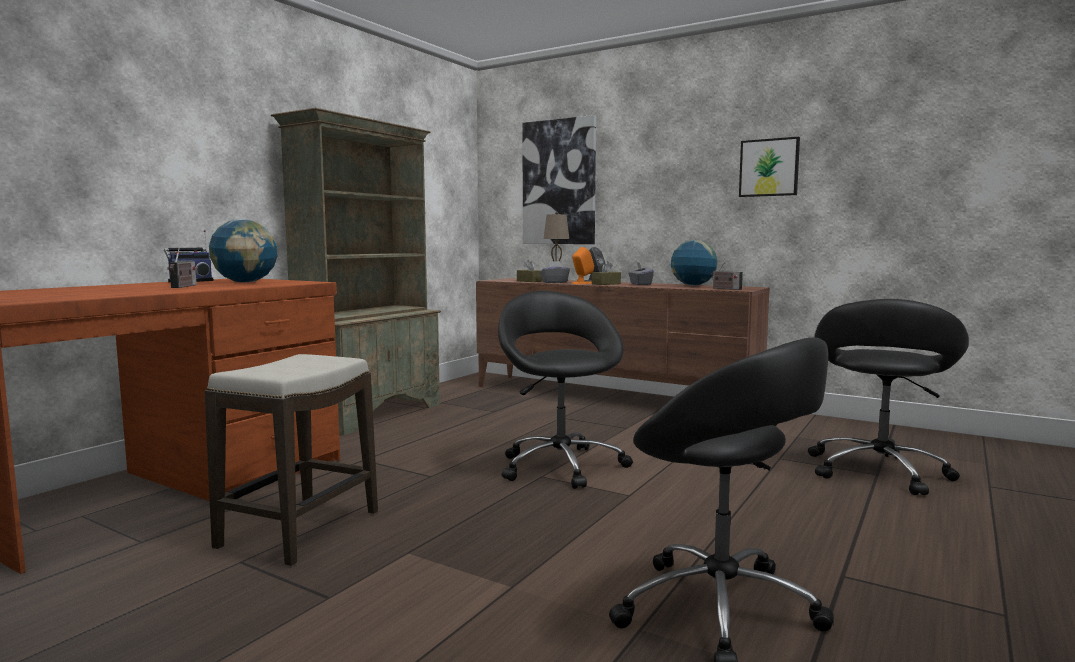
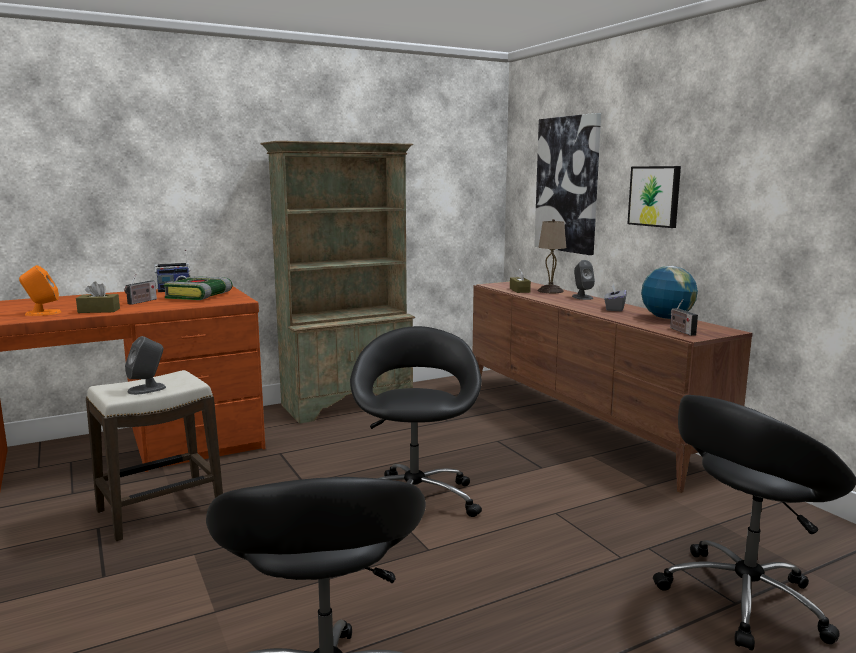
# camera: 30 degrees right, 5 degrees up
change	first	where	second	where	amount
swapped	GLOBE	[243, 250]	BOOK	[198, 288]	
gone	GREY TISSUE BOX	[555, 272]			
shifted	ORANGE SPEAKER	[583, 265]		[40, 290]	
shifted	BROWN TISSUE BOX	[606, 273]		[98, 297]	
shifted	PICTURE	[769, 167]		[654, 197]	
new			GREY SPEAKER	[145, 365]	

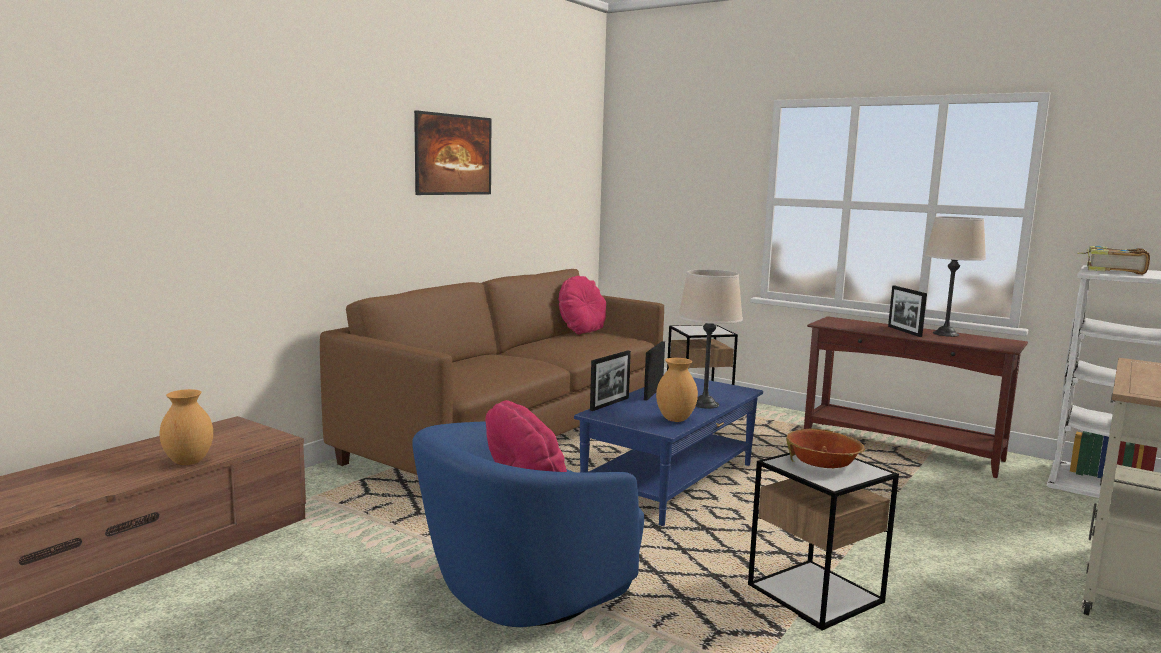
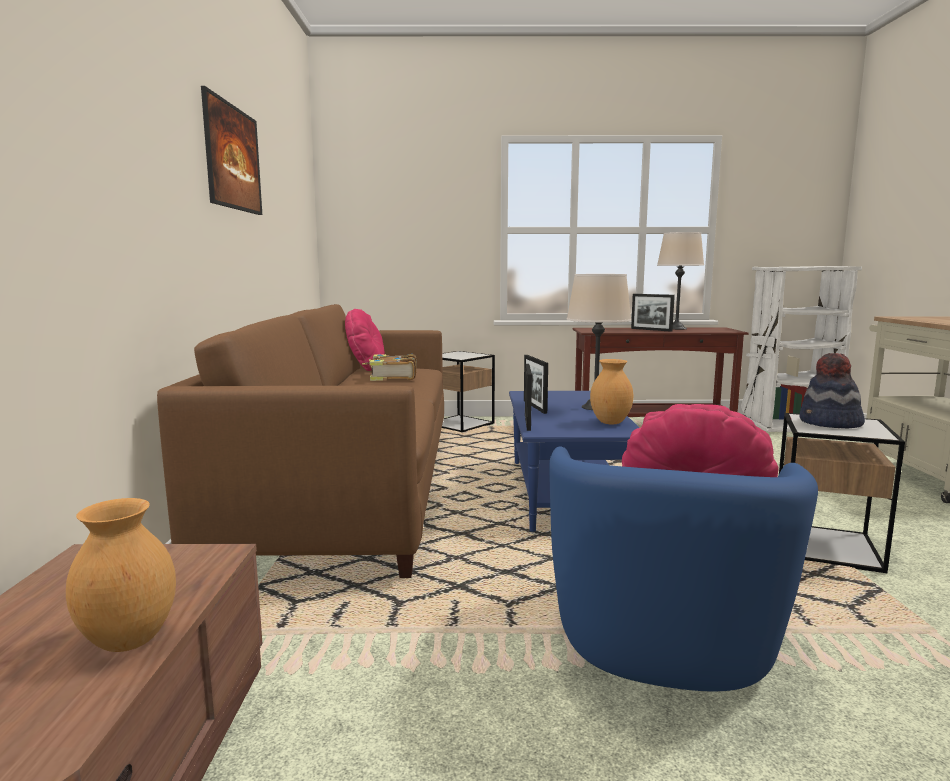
# camera: 35 degrees left, 0 degrees up
change	first	where	second	where	amount
swapped	BOWL	[825, 448]	HAT	[832, 390]	
shifted	BOOK	[1113, 260]		[389, 367]	

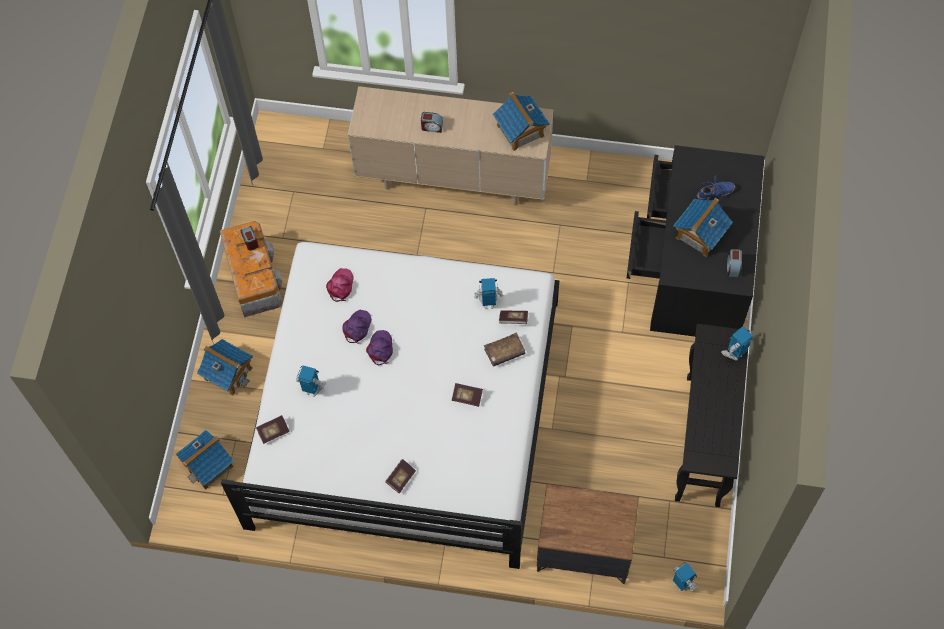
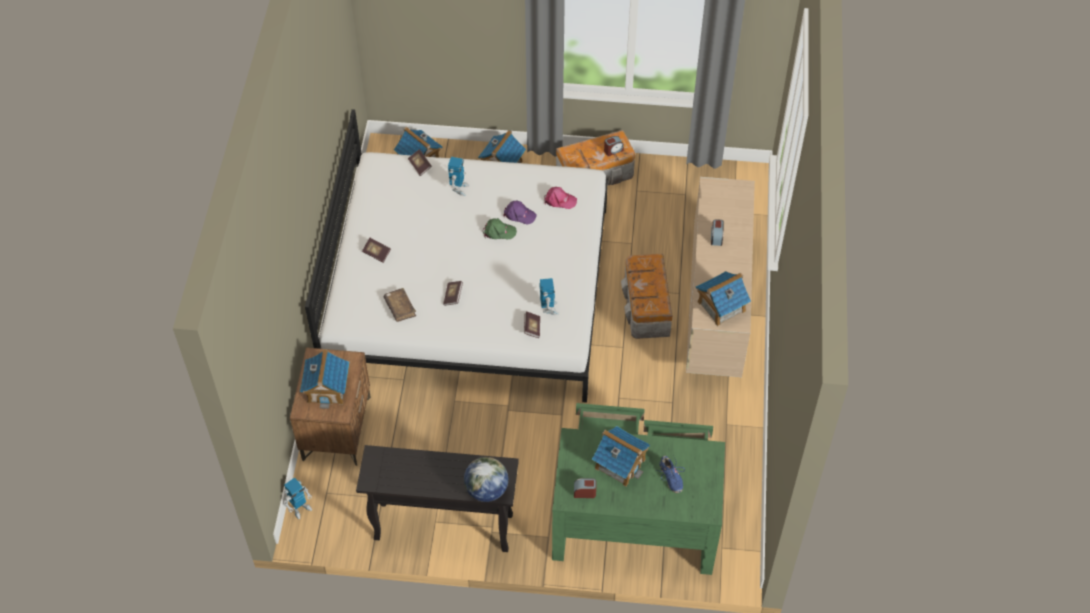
# camera: 85 degrees right, 10 degrees down
change	first	where	second	where	amount
repainted	PURPLE CAP	[379, 347]	GREEN CAP	[500, 228]	
shifted	BROWN BOOK	[504, 350]		[400, 305]	
repainted	BLACK DESK	[695, 241]	GREEN DESK	[638, 489]	
swapped	TOY ROBOT	[737, 343]	GLOBE	[486, 479]	
new			TOY HOUSE	[324, 379]	
new			STORAGE BOX	[646, 296]	

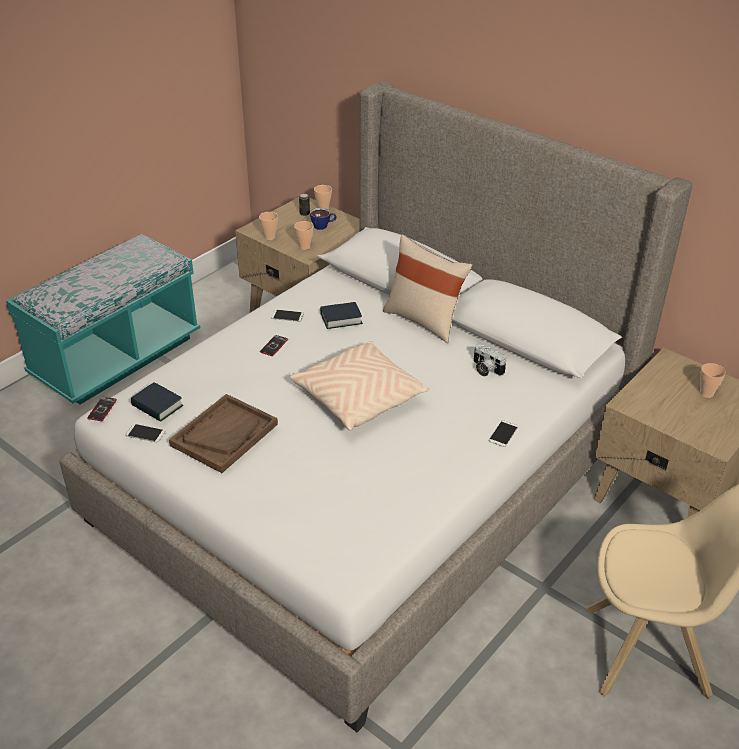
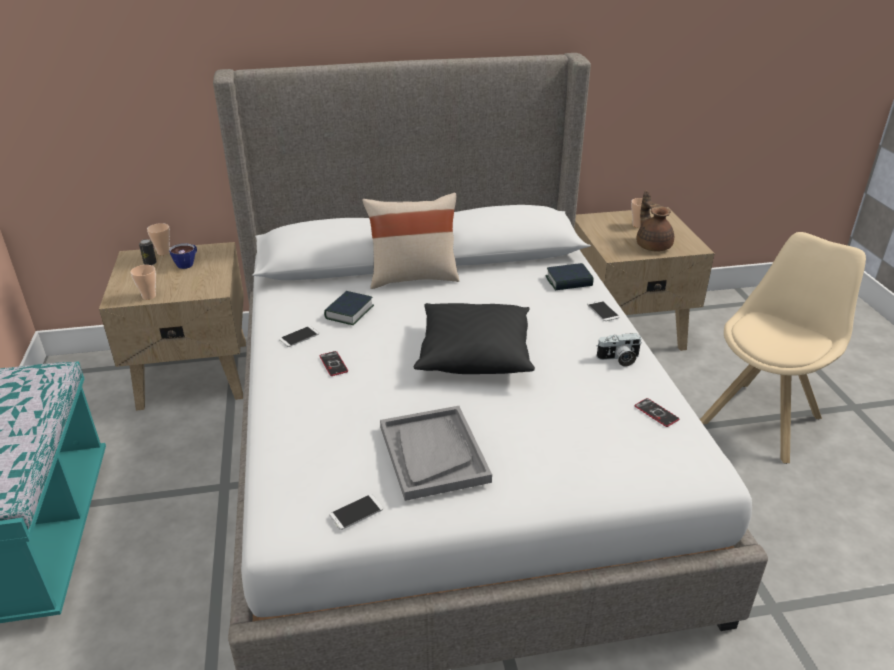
# camera: 50 degrees left, 5 degrees down
change	first	where	second	where	amount
shifted	PHONE	[102, 409]		[657, 412]	
shifted	BOOK	[157, 402]		[569, 276]	
repainted	BROWN TRAY	[223, 433]	GREY TRAY	[436, 453]	
repainted	BEIGE PILLOW	[360, 385]	BLACK PILLOW	[474, 338]	
gone	CUP	[304, 235]			
shifted	PHOTO CAMERA	[490, 360]		[619, 350]	
new			BROWN TEAPOT	[655, 220]	

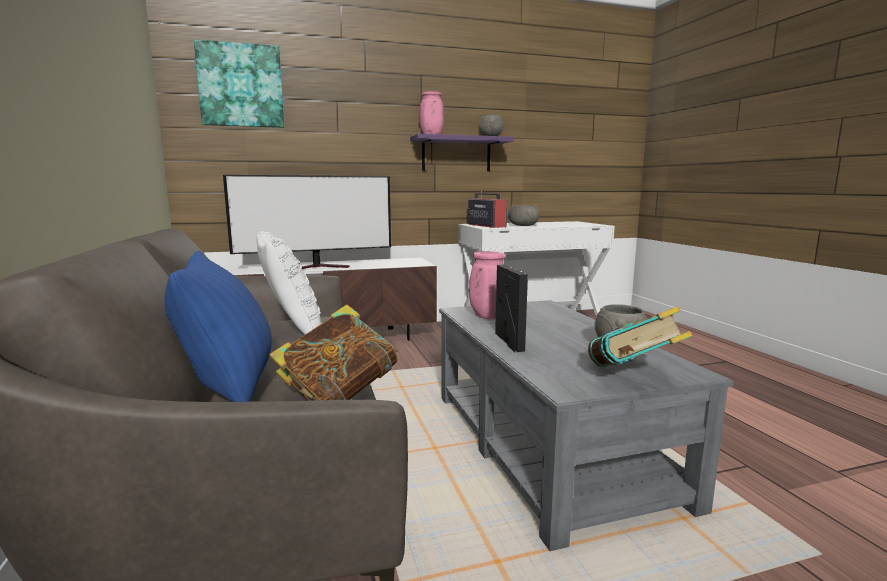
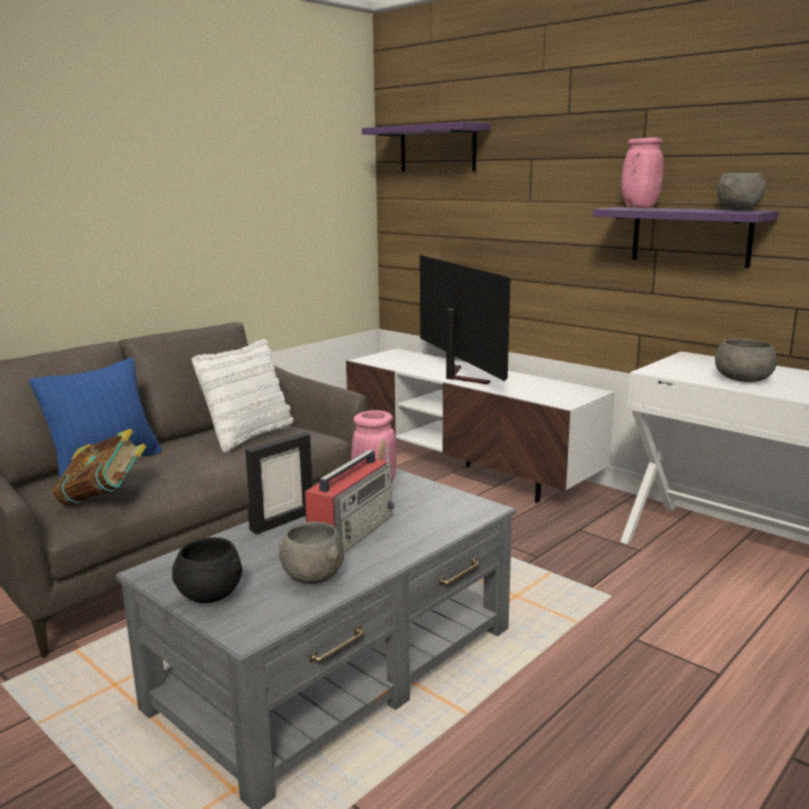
# camera: 60 degrees right, 5 degrees up
change	first	where	second	where	amount
swapped	PICTURE	[239, 83]	PURPLE SHELF	[426, 147]	
rotated	TELEVISION	[307, 222]		[465, 319]	150 degrees counterclockwise
shifted	RADIO	[488, 209]		[350, 500]	
swapped	BOOK	[640, 336]	BLACK BOWL	[207, 570]	

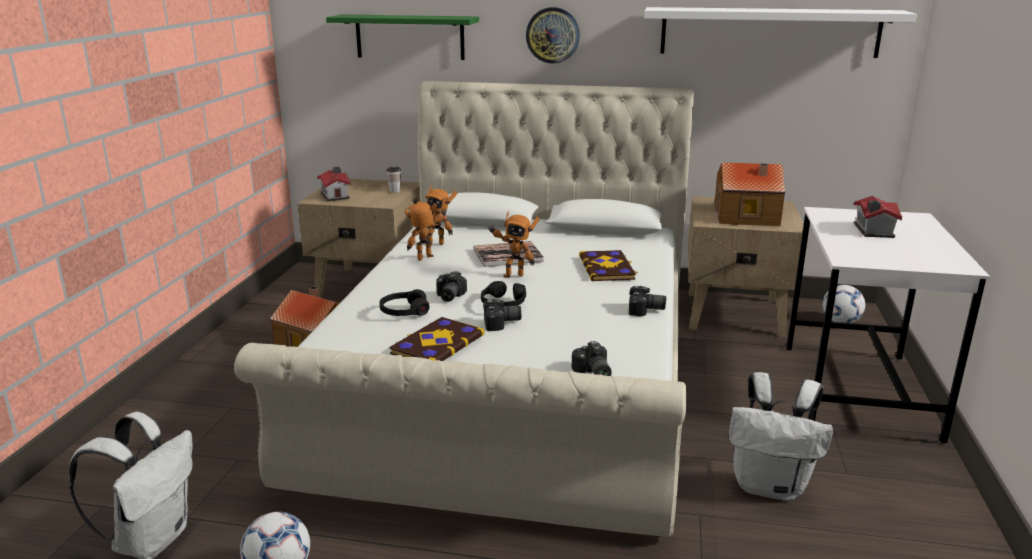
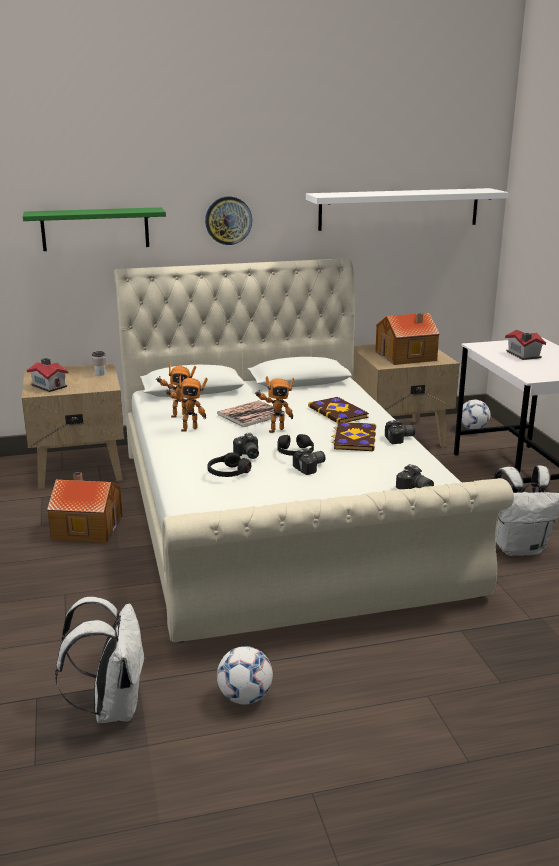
# camera: 25 degrees left, 0 degrees up
change	first	where	second	where	amount
shifted	BOOK	[436, 339]		[353, 436]	
rotated	TOY ROBOT	[425, 231]		[186, 403]	135 degrees counterclockwise

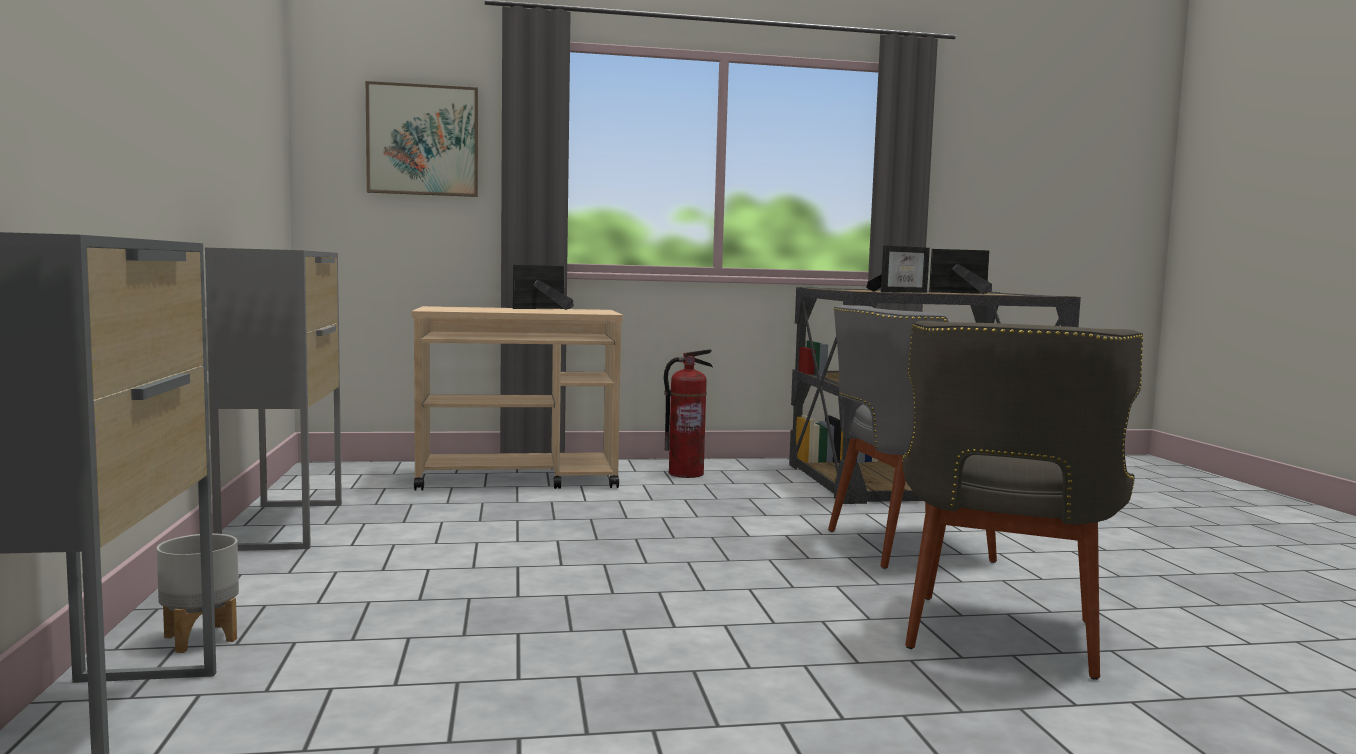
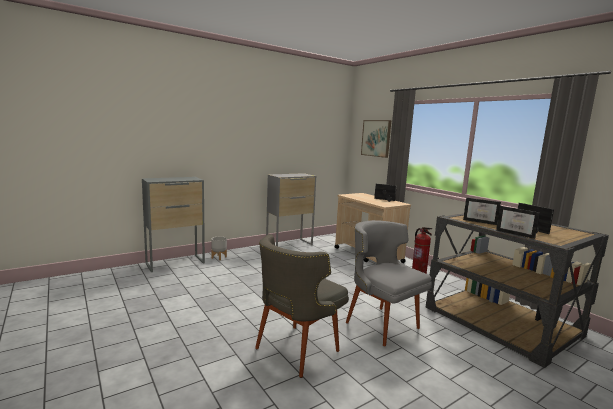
# camera: 65 degrees right, 5 degrees up
change	first	where	second	where	amount
rotated	GREY CHAIR	[1022, 500]		[302, 306]	45 degrees counterclockwise
new			PICTURE FRAME	[518, 222]	

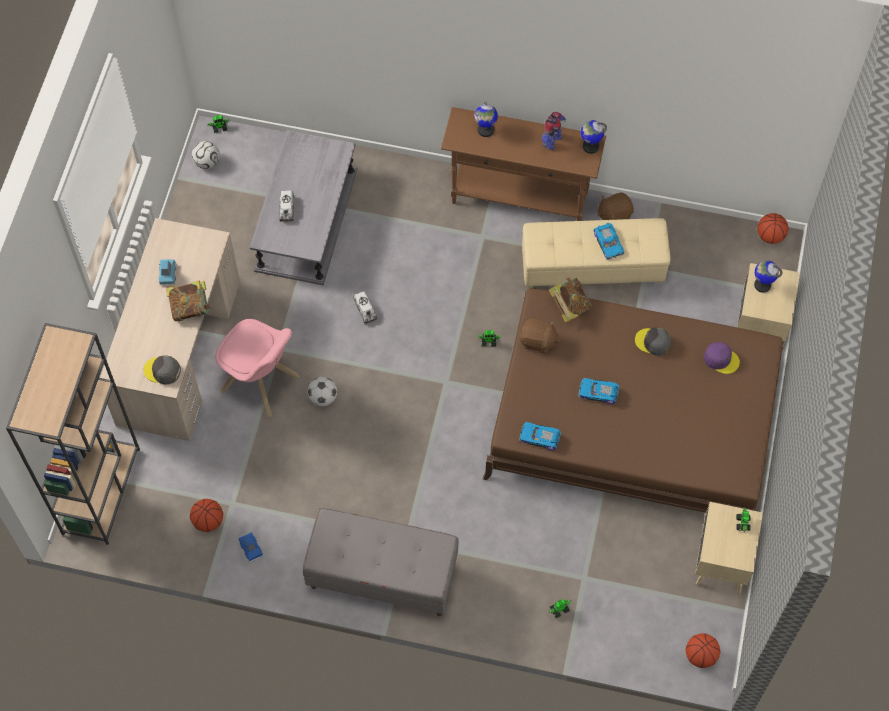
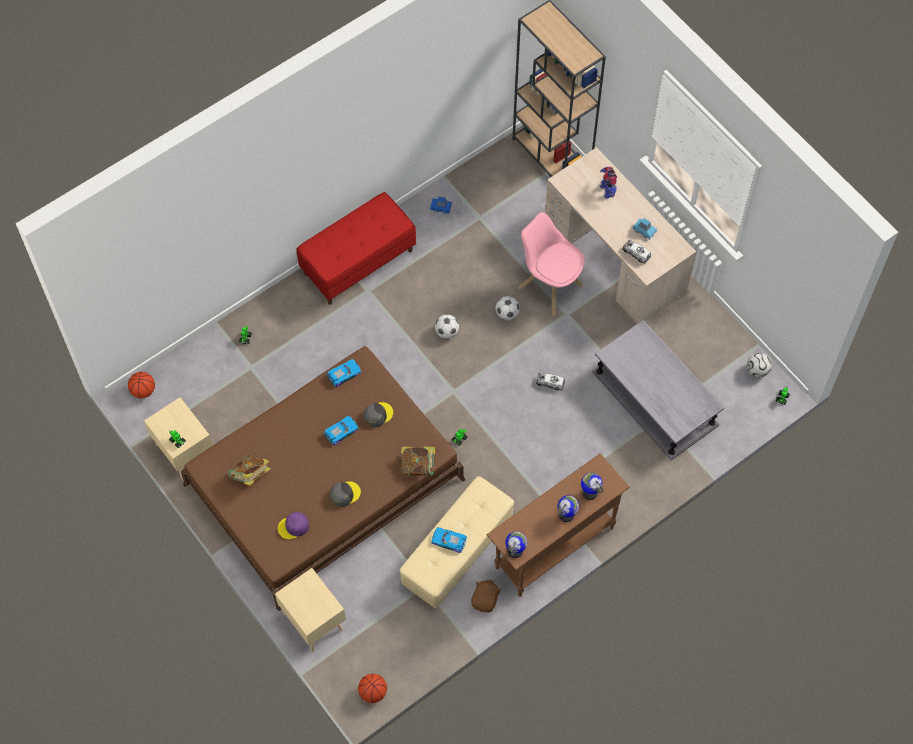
# camera: 130 degrees right, 0 degrees up
change	first	where	second	where	amount
shifted	GREY CAP	[162, 370]		[378, 415]	
shifted	BOOK	[188, 301]		[249, 470]	
gone	BASKETBALL	[206, 515]			
rotated	PINK CHAIR	[257, 368]		[551, 264]	60 degrees clockwise
shifted	TOY TRUCK	[286, 206]		[637, 252]	
repainted	GREY BENCH	[381, 562]	RED BENCH	[356, 248]	
gone	BROWN PLUSH TOY	[539, 336]			
shifted	TOY ROBOT	[554, 131]		[608, 182]	
shifted	GLOBE	[768, 276]		[568, 508]	
new			FOOTBALL	[447, 326]	

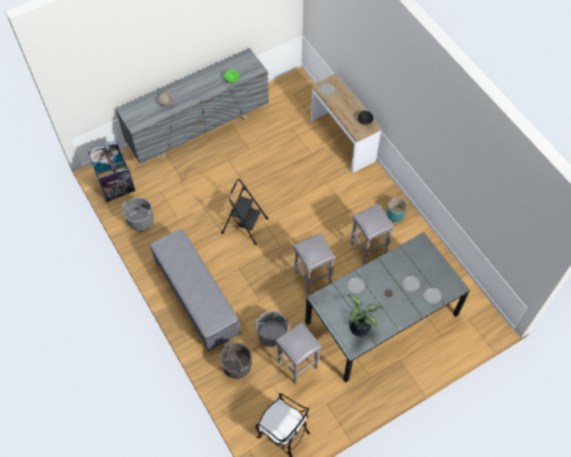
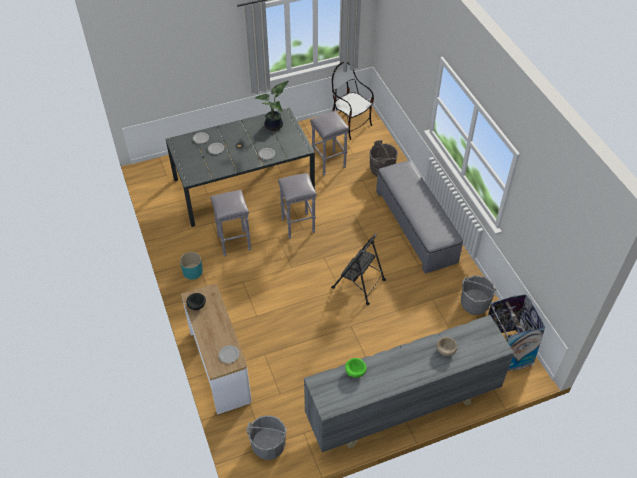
# camera: 170 degrees left, 10 degrees down
change	first	where	second	where	amount
shifted	GREY BUCKET	[271, 329]		[267, 437]	

